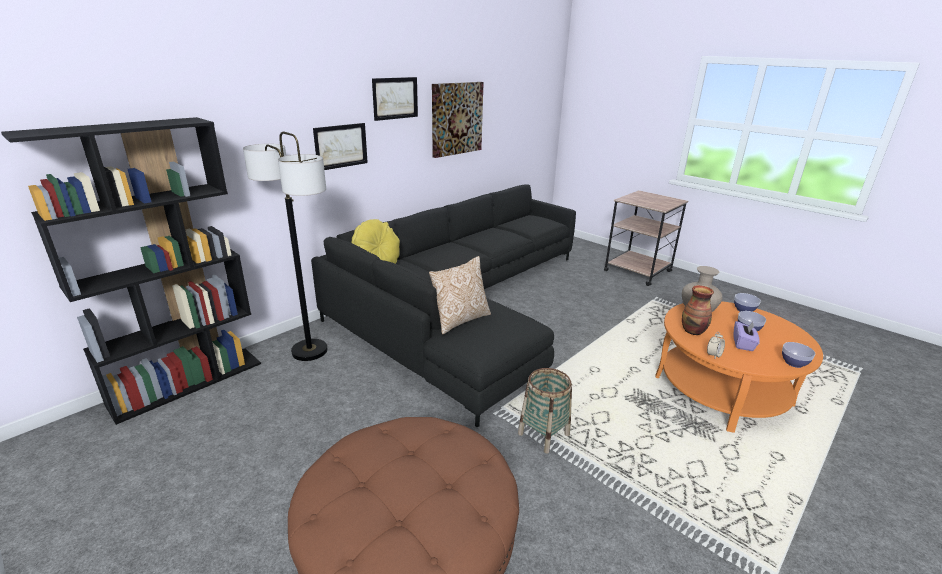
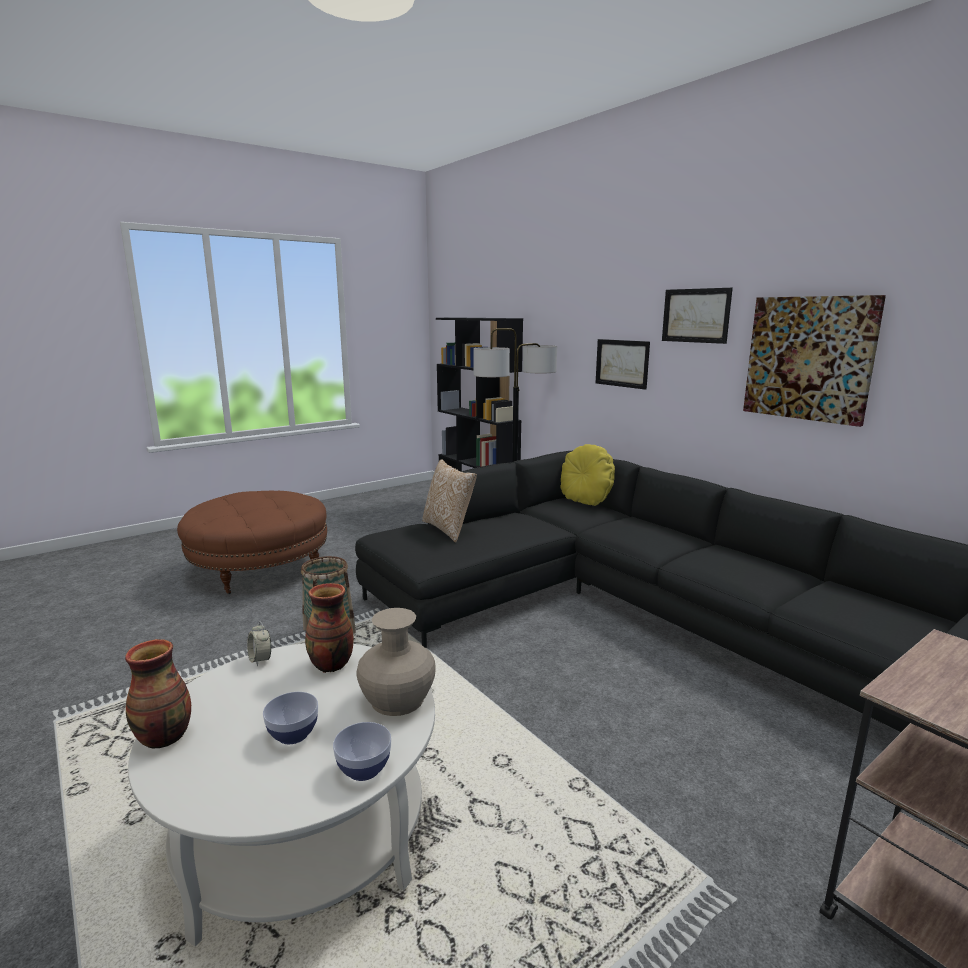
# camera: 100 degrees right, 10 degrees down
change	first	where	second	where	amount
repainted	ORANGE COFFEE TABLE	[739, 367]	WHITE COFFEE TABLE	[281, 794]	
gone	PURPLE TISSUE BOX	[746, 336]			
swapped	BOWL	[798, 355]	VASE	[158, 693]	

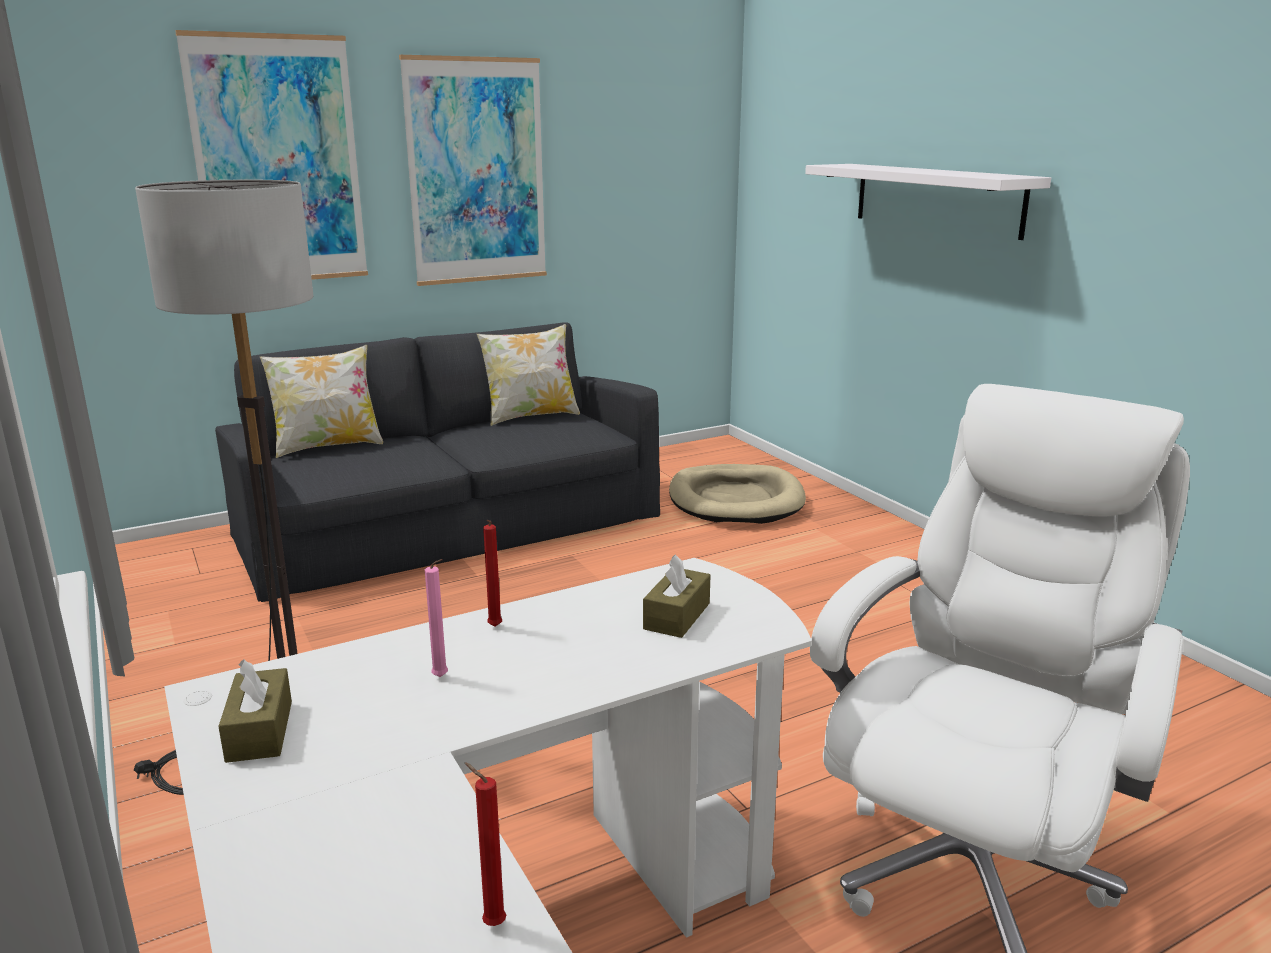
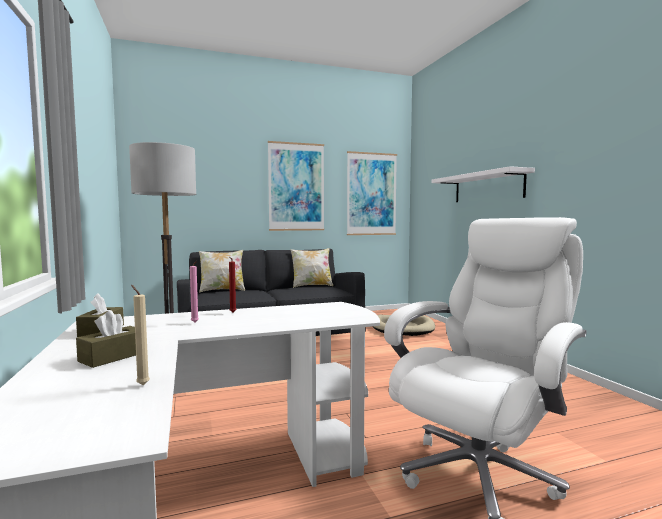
# camera: 10 degrees right, 15 degrees down
change	first	where	second	where	amount
shifted	PICTURE	[271, 155]		[372, 193]	
repainted	RED CANDLE	[485, 844]	BEIGE CANDLE	[140, 335]	
shifted	BROWN TISSUE BOX	[676, 596]		[106, 339]	

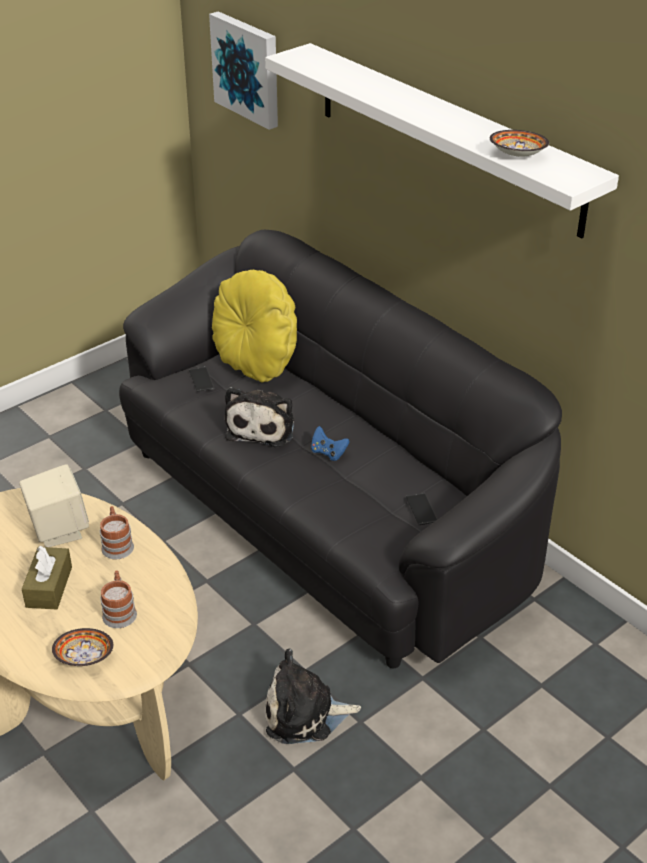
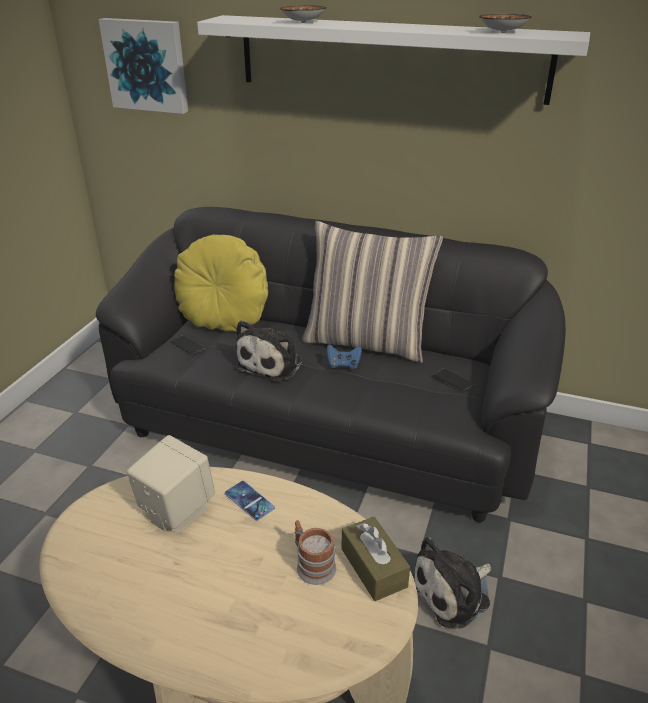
# camera: 30 degrees left, 5 degrees down
change	first	where	second	where	amount
shifted	BROWN TISSUE BOX	[47, 578]		[375, 559]	
shifted	BOWL	[83, 647]		[303, 14]	
swapped	MUG	[117, 532]	PHONE	[250, 501]	
rotated	PLUSH TOY	[259, 417]		[268, 351]	45 degrees clockwise
new			PILLOW	[372, 292]	

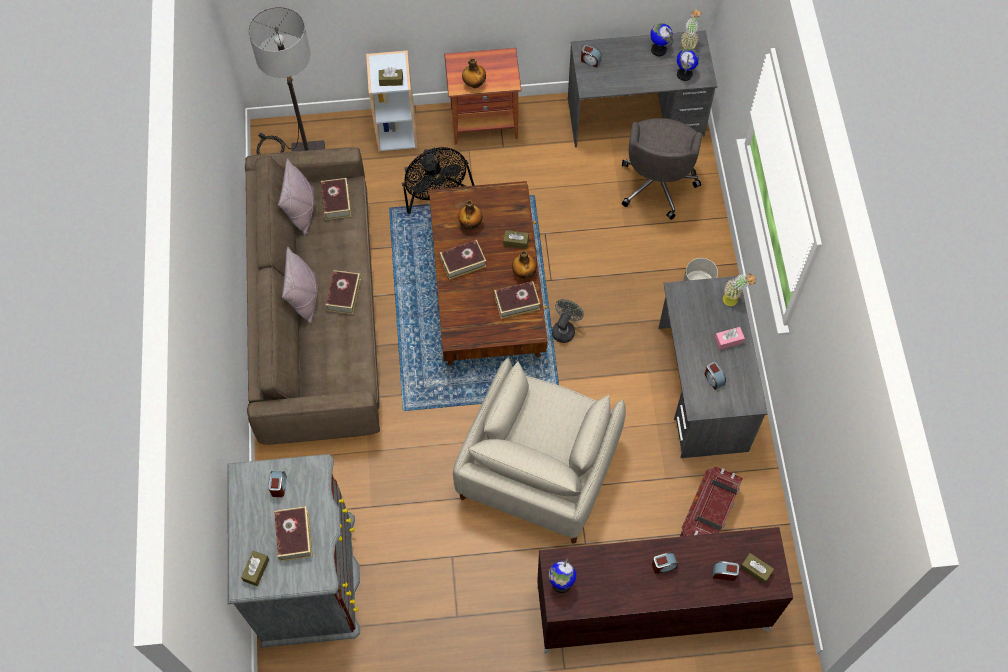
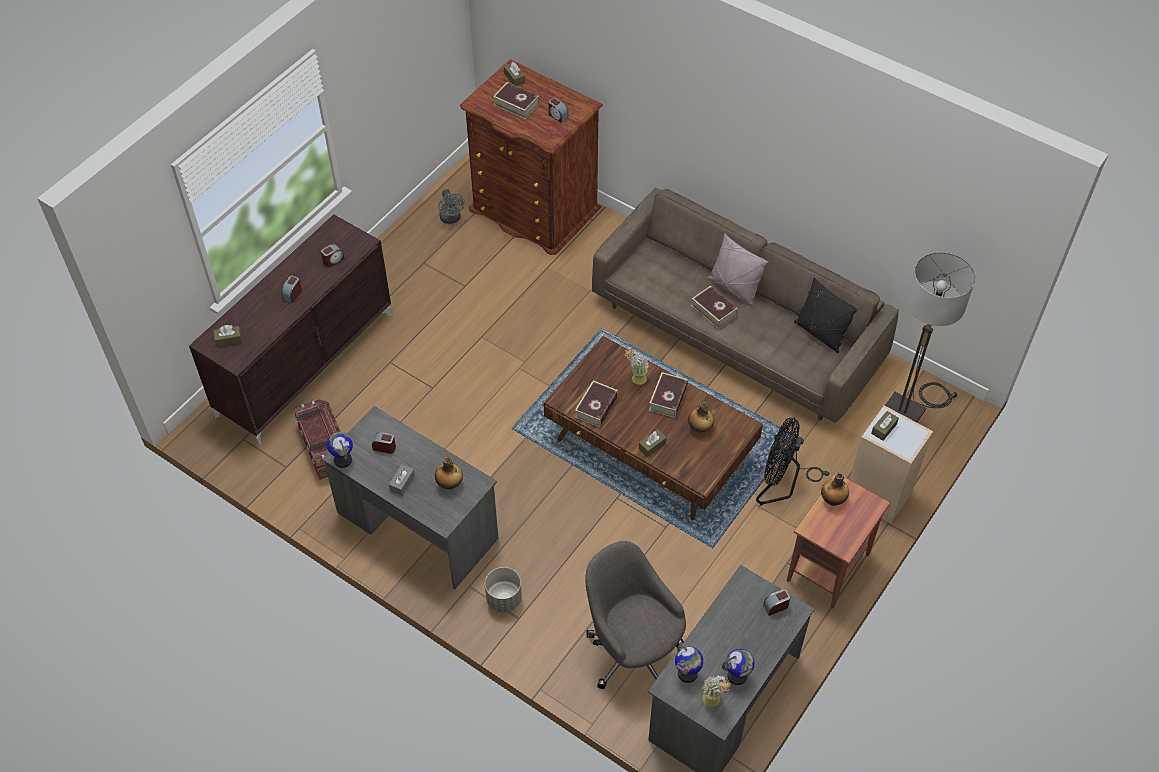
# camera: 130 degrees right, 10 degrees down
change	first	where	second	where	amount
repainted	GREY DRESSER	[293, 551]	BROWN DRESSER	[531, 157]	
repainted	PURPLE PILLOW	[296, 197]	BLACK PILLOW	[826, 315]	
gone	BOOK	[336, 199]			
gone	BEIGE ARMCHAIR	[539, 451]			
shifted	BOTTLE	[524, 264]		[449, 473]	
shifted	GLOBE	[562, 575]		[340, 450]	
shifted	GREY FAN	[568, 321]		[451, 206]	
shifted	ALARM CLOCK	[726, 571]		[332, 255]	
repainted	PINK TISSUE BOX	[730, 338]	GREY TISSUE BOX	[402, 480]	
shifted	POTTED PLANT	[739, 289]		[636, 366]	

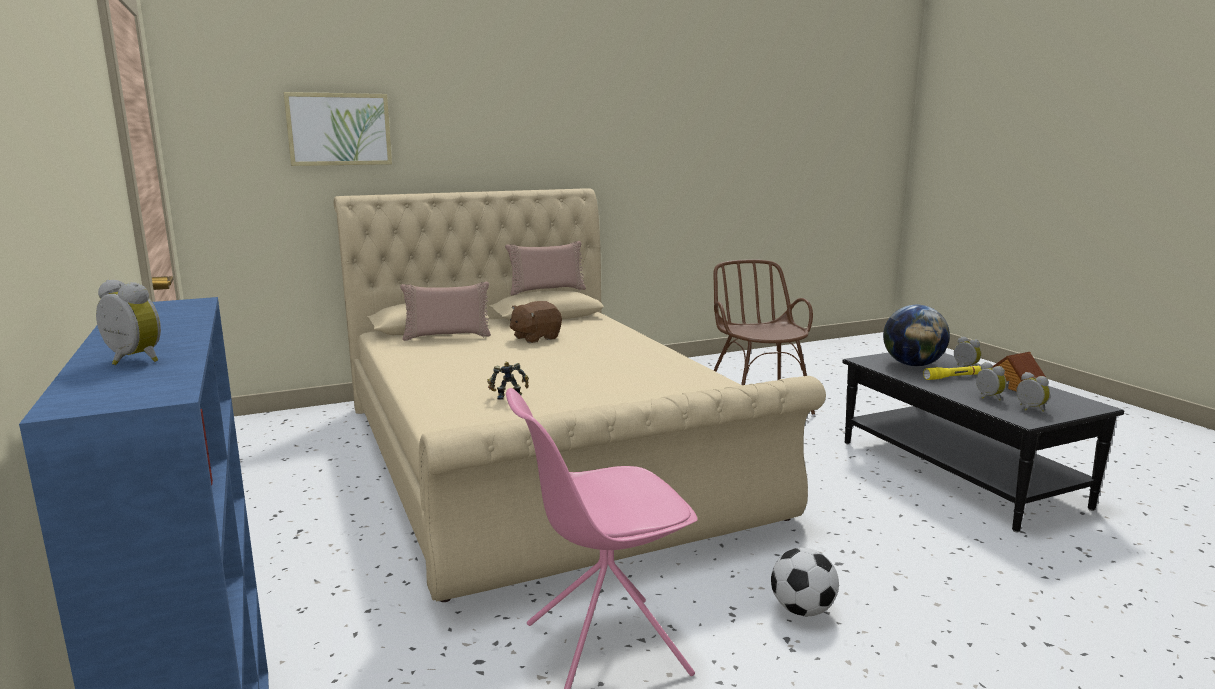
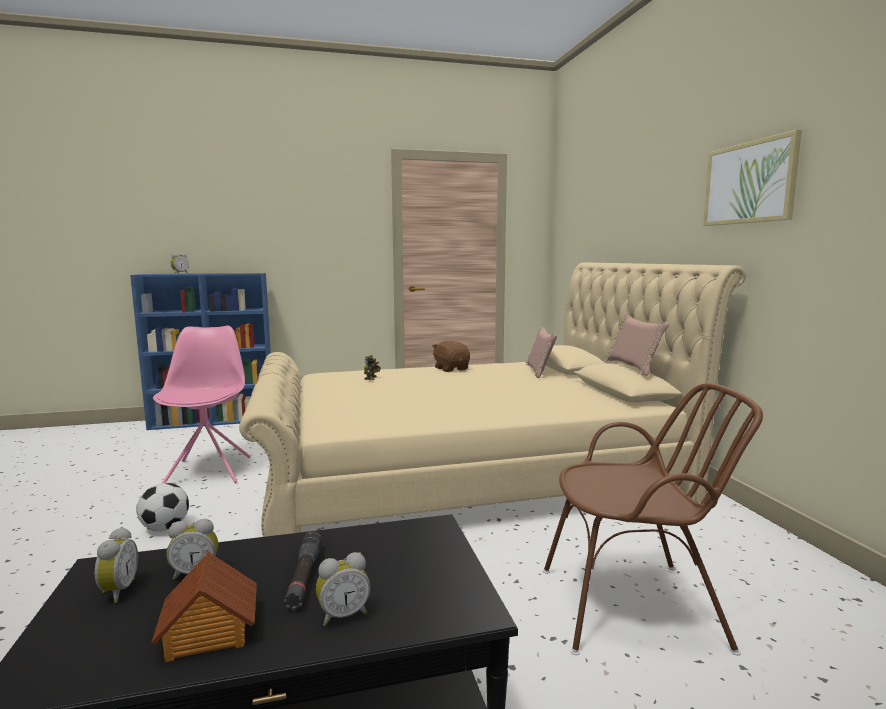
# camera: 100 degrees right, 5 degrees down
change	first	where	second	where	amount
shifted	PICTURE	[337, 129]		[752, 178]	
shifted	BROWN PLUSH TOY	[536, 322]		[451, 356]	
gone	GLOBE	[916, 335]			
repainted	YELLOW FLASHLIGHT	[952, 373]	BLACK FLASHLIGHT	[303, 570]	
rotated	ALARM CLOCK	[1033, 392]		[116, 565]	75 degrees counterclockwise

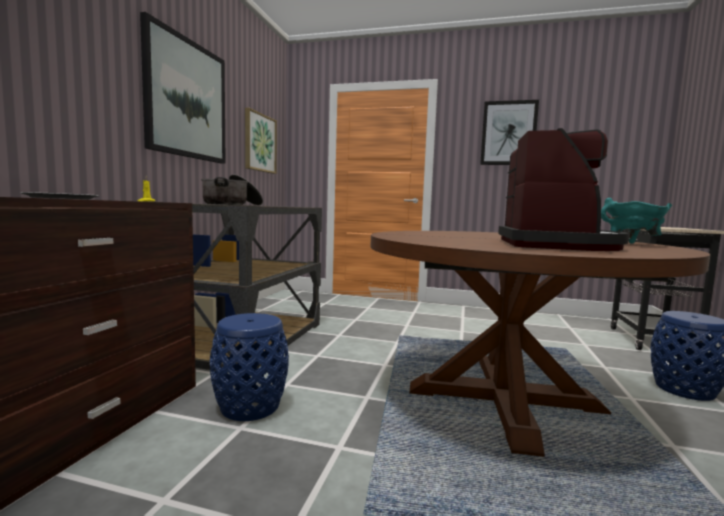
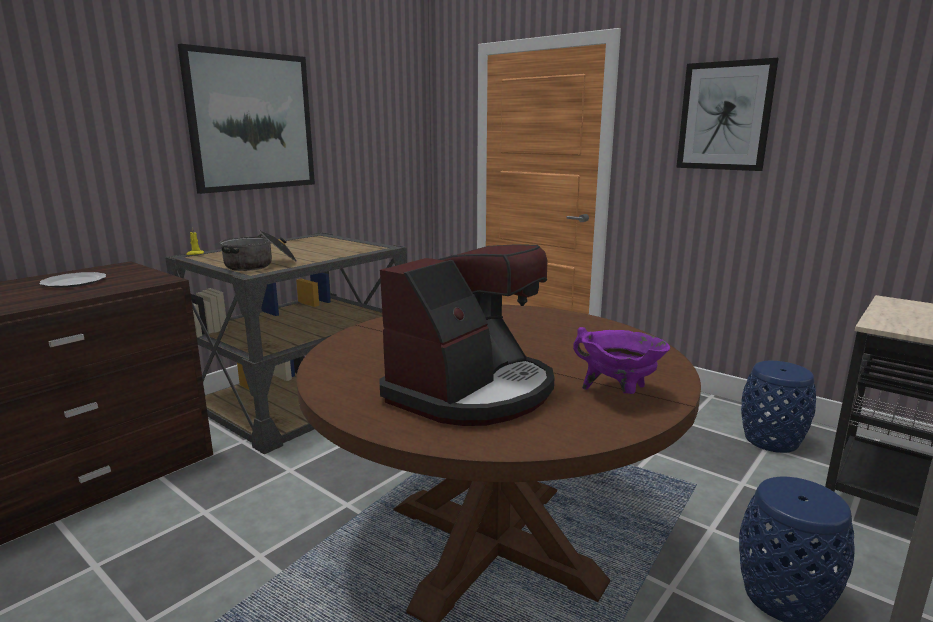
# camera: 25 degrees right, 10 degrees up
change	first	where	second	where	amount
shifted	BLUE STOOL	[249, 367]		[778, 407]	
gone	PICTURE	[261, 141]			
repainted	TURQUOISE COOKING POT	[636, 220]	PURPLE COOKING POT	[621, 360]	

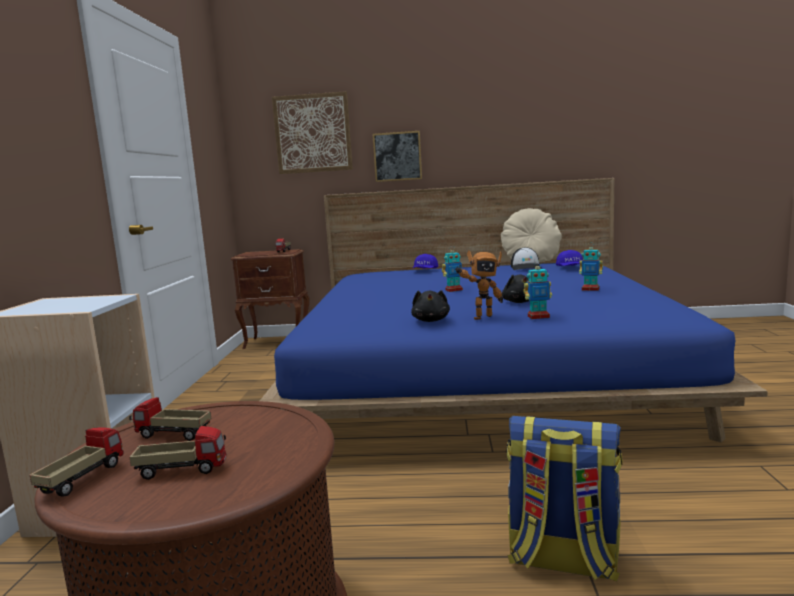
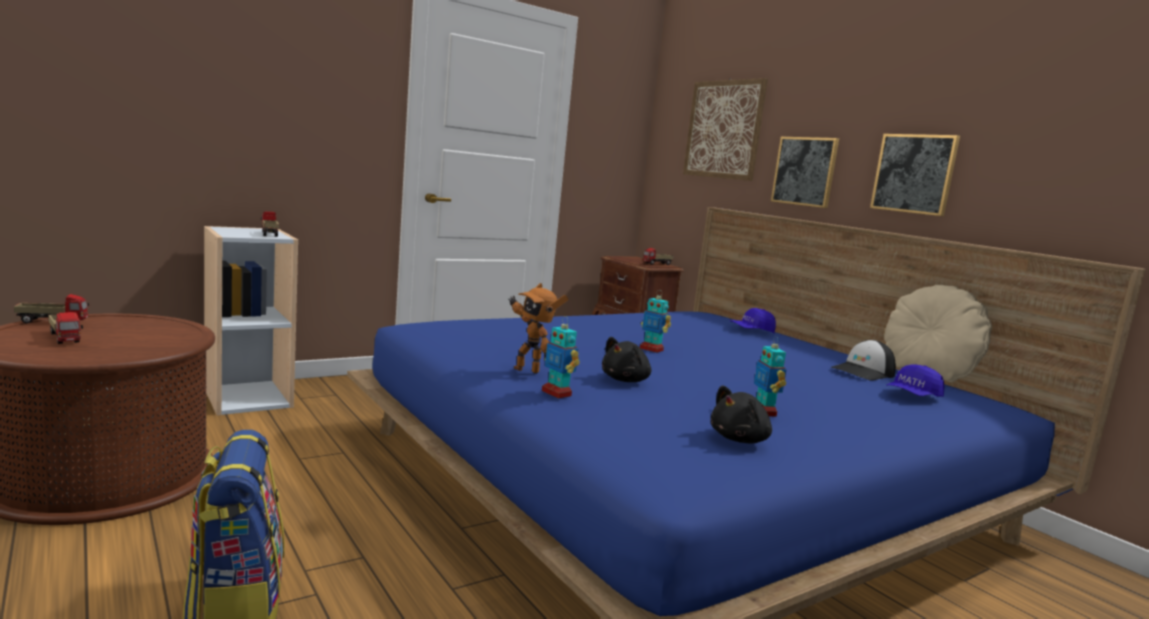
# camera: 50 degrees right, 0 degrees up
change	first	where	second	where	amount
shifted	TOY TRUCK	[170, 419]		[270, 224]	
shifted	BLACK PLUSH TOY	[430, 306]		[741, 414]	
new			PICTURE	[915, 175]	

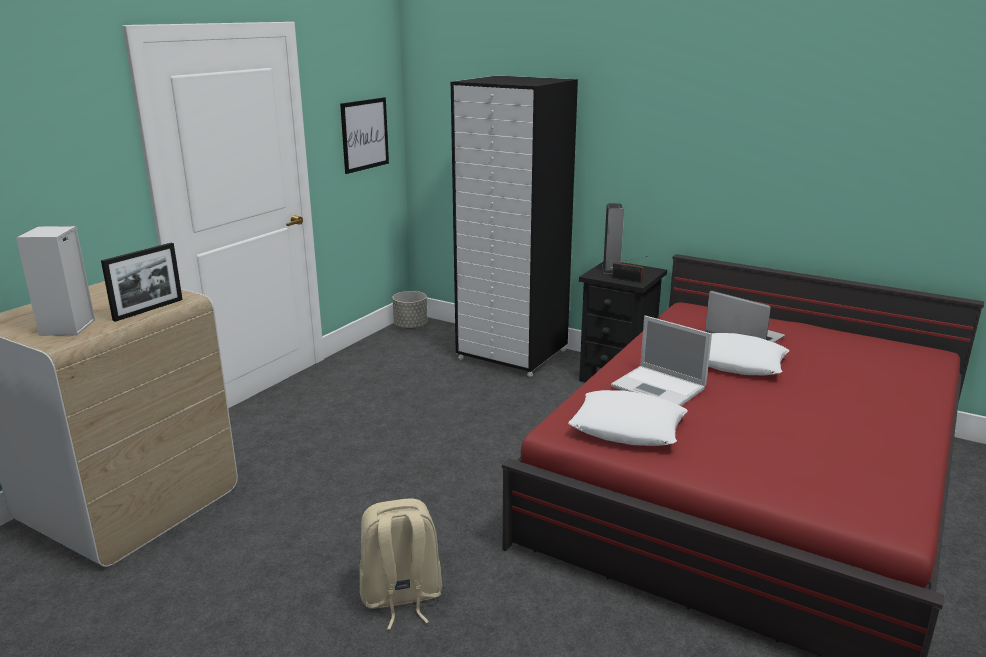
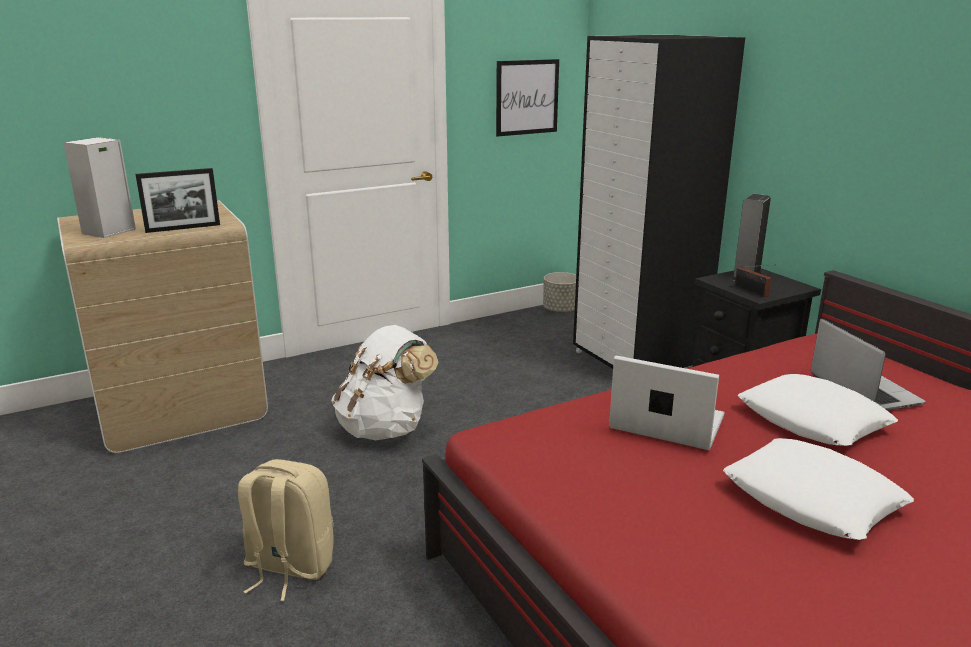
# camera: 30 degrees right, 0 degrees up
change	first	where	second	where	amount
shifted	WHITE PILLOW	[628, 418]		[818, 489]	
rotated	LAPTOP	[661, 361]		[666, 402]	135 degrees clockwise
new			WHITE BACKPACK	[385, 382]	

